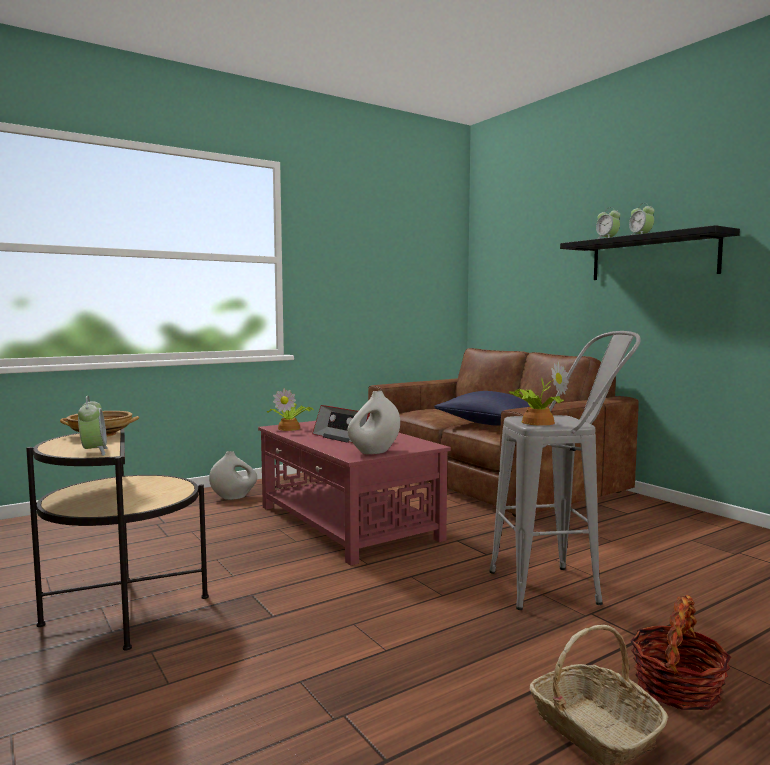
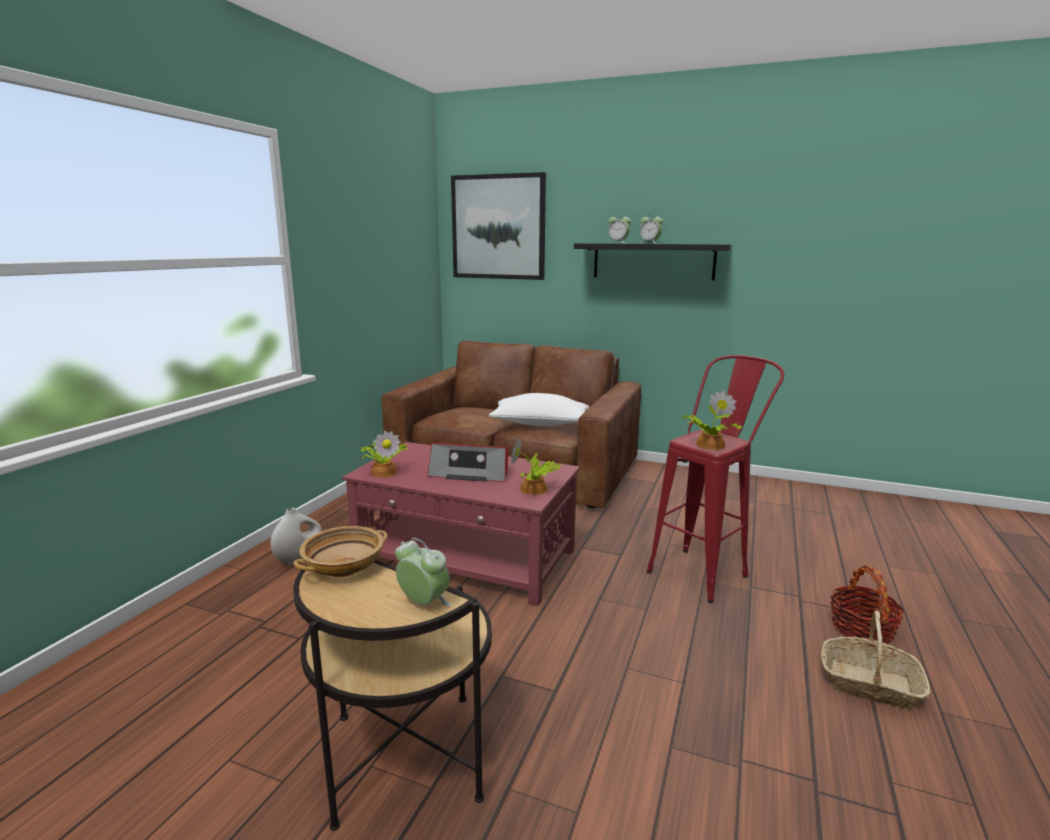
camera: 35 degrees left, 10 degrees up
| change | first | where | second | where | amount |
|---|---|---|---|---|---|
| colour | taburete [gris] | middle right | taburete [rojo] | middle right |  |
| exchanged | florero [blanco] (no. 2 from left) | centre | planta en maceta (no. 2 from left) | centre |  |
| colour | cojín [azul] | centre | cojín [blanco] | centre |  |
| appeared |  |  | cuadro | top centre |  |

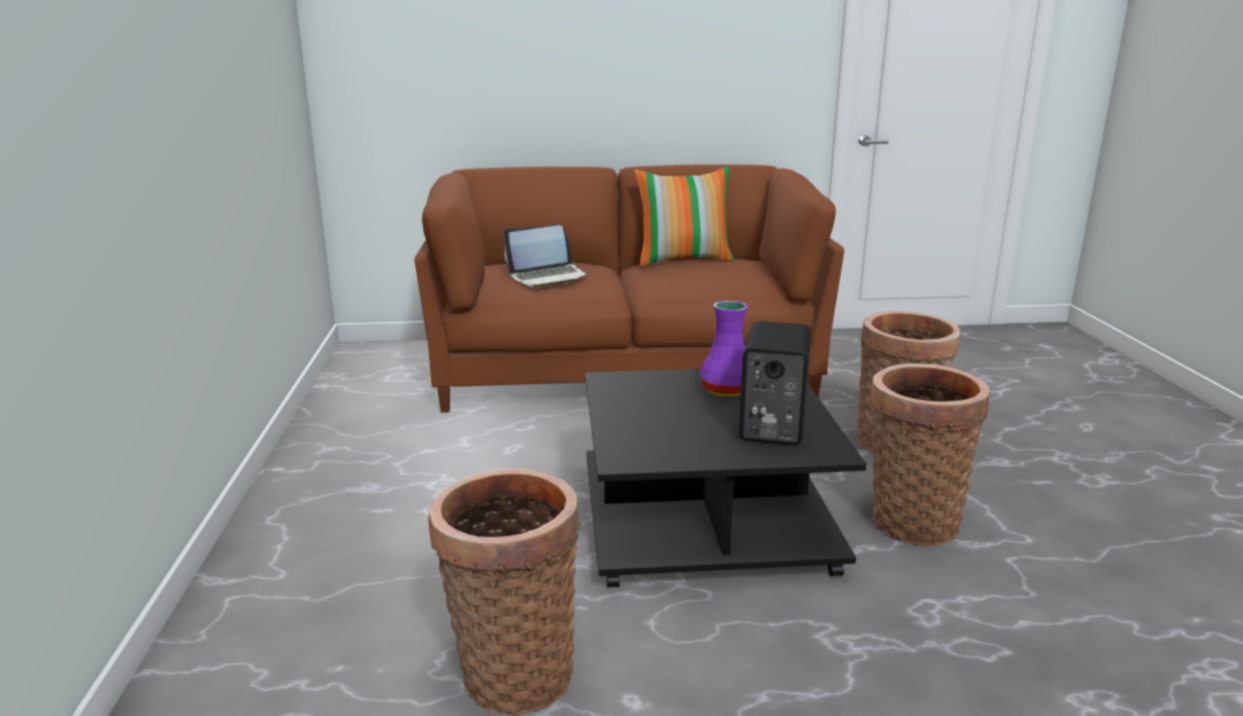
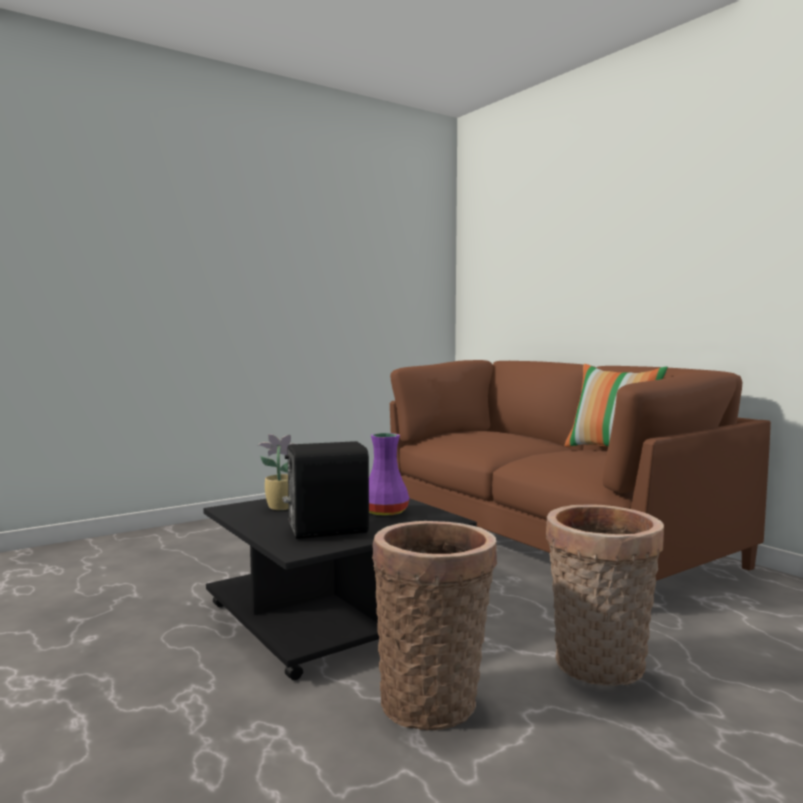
camera: 60 degrees right, 15 degrees down
| change | first | where | second | where | amount |
|---|---|---|---|---|---|
| missing | portátil | centre |  |  |  |
| missing | cesta (no. 1 from left) | bottom centre |  |  |  |
| appeared |  |  | planta en maceta | centre |  |

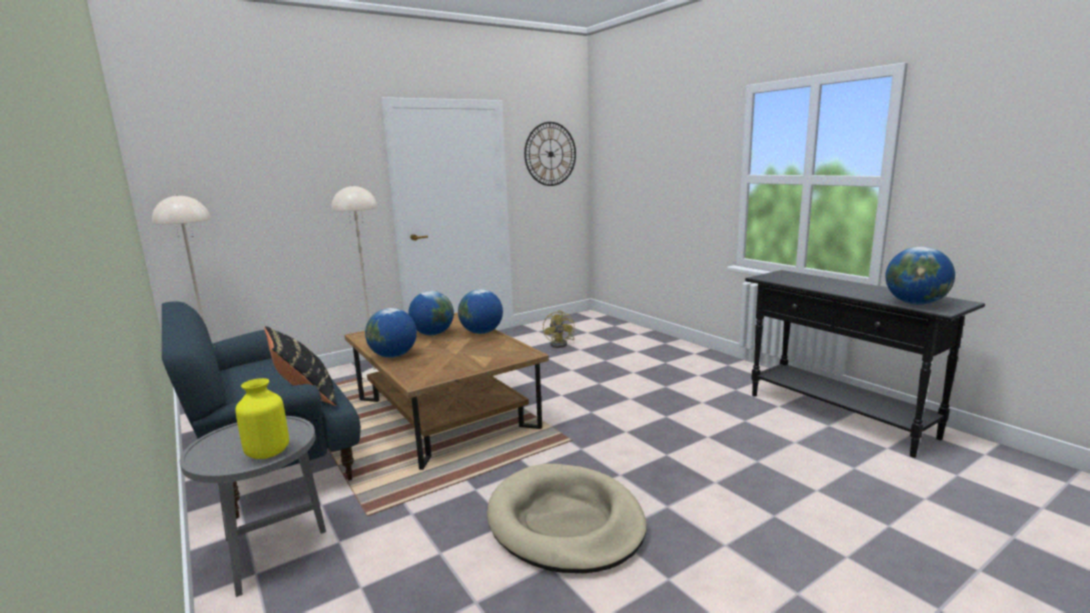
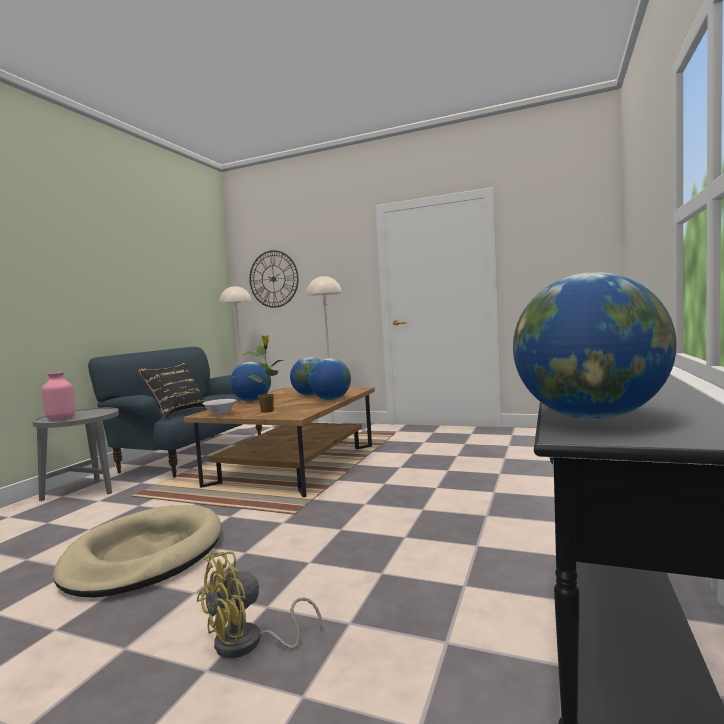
camera: 55 degrees right, 10 degrees down
| change | first | where | second | where | amount |
|---|---|---|---|---|---|
| relocated | reloj de pared | top centre |  | centre |  |
| relocated | ventilador [amarillo] | centre |  | bottom centre |  |
| colour | florero [amarillo] | bottom left | florero [rosa] | middle left |  |
| appeared |  |  | planta en maceta | centre |  |
| appeared |  |  | cuenco [blanco] | middle left |  |

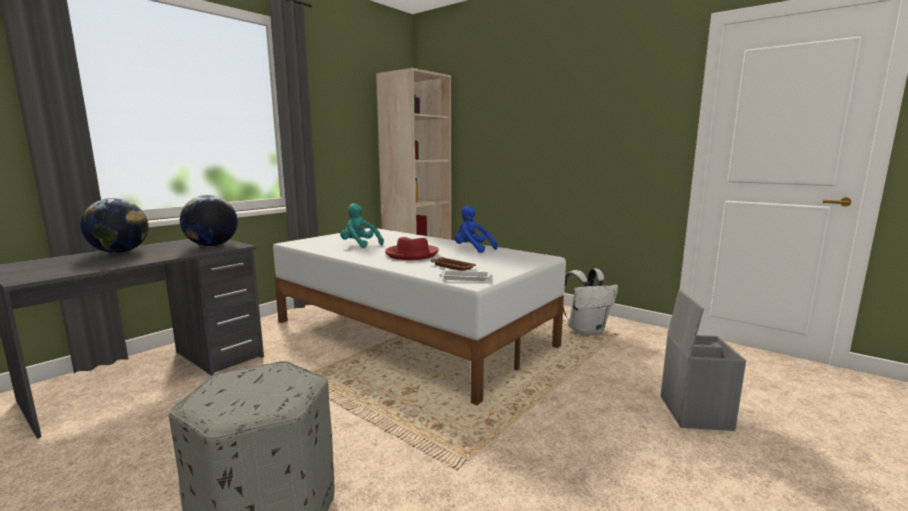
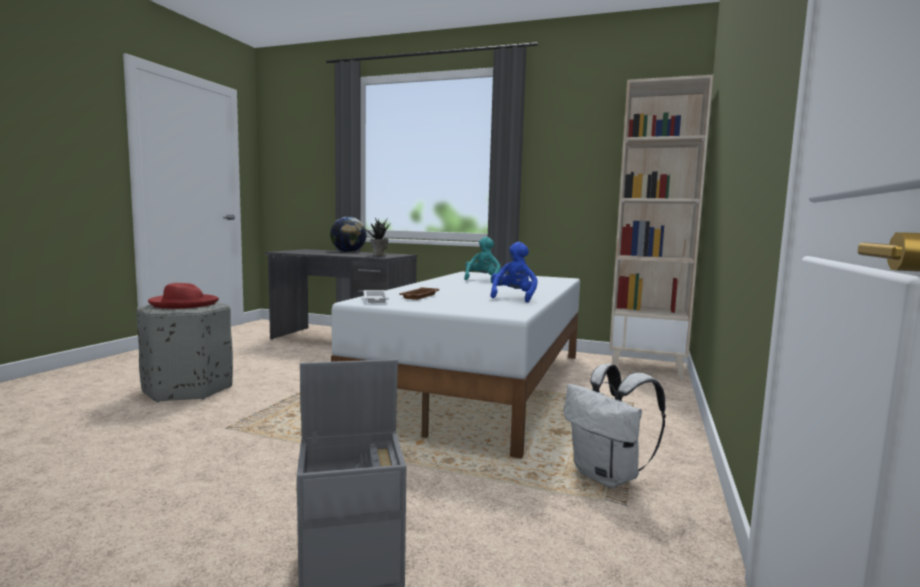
camera: 70 degrees right, 5 degrees down
| change | first | where | second | where | amount |
|---|---|---|---|---|---|
| exchanged | globo terráqueo (no. 2 from left) | middle left | planta en maceta | centre |  |
| relocated | sombrero [rojo] | centre |  | middle left |  |

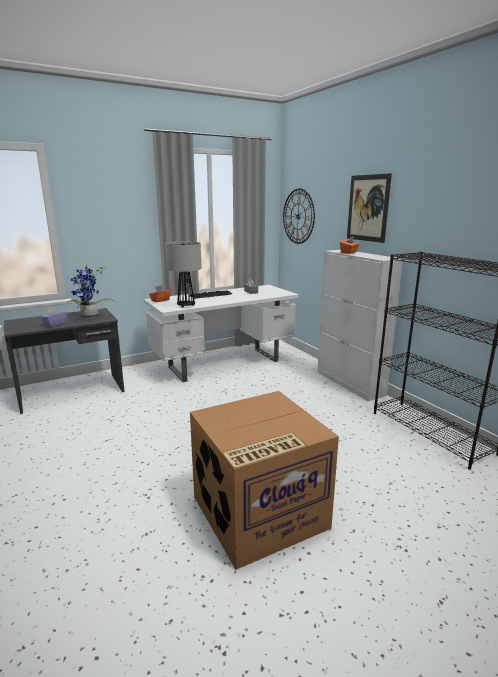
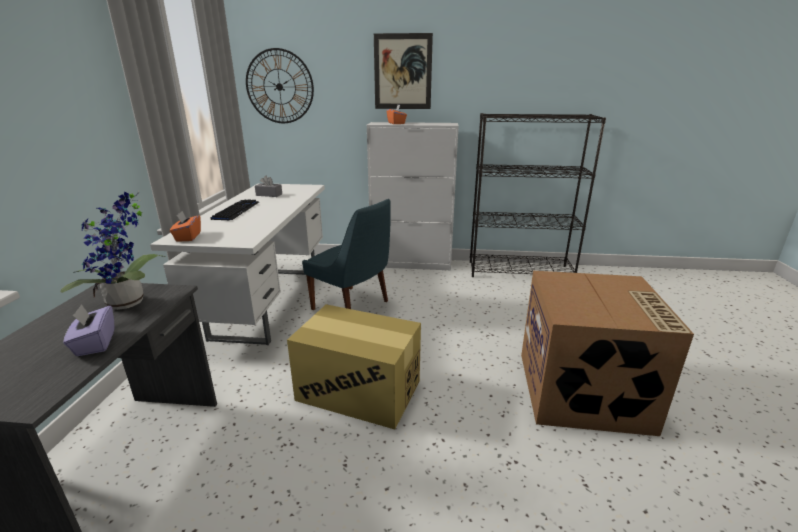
camera: 55 degrees left, 5 degrees up
| change | first | where | second | where | amount |
|---|---|---|---|---|---|
| missing | lámpara de mesa | centre |  |  |  |
| appeared |  |  | silla [azul] | centre |  |
| appeared |  |  | caja de cartón (no. 1 from left) | bottom centre |  |

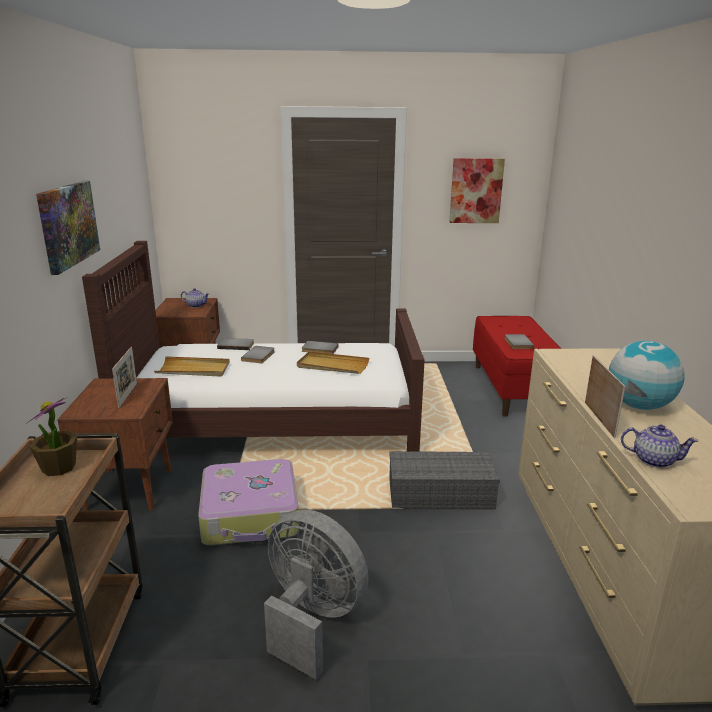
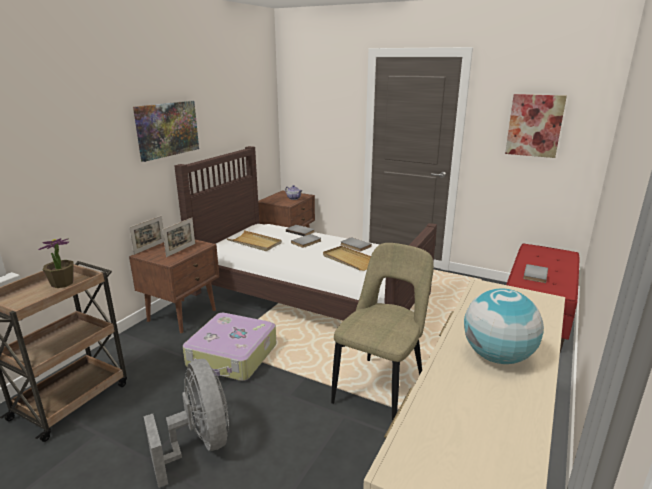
camera: 30 degrees right, 0 degrees up
| change | first | where | second | where | amount |
|---|---|---|---|---|---|
| relocated | portarretratos (no. 2 from left in the first image) | middle right | portarretratos (no. 1 from left) | middle left |  |
| missing | tetera (no. 2 from left) | middle right |  |  |  |
| exchanged | caja de almacenaje [gris] | bottom centre | silla [beis] | bottom centre |  |

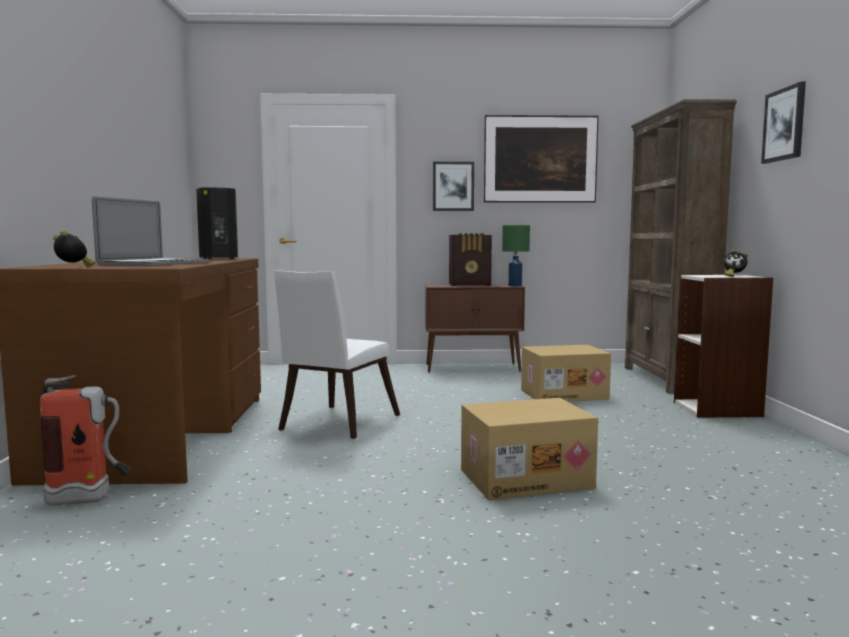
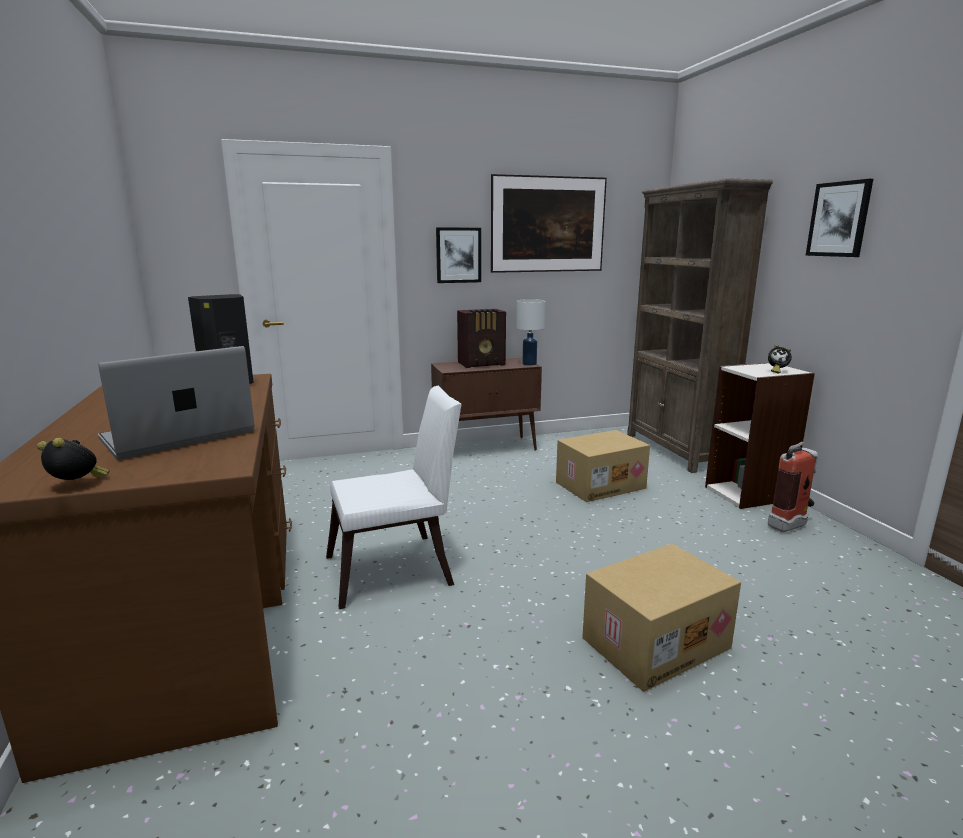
camera: 15 degrees left, 10 degrees up
| change | first | where | second | where | amount |
|---|---|---|---|---|---|
| spun | portátil | middle left |  | middle left | 135 degrees counterclockwise |
| colour | lámpara de mesa [verde] | centre | lámpara de mesa [blanco] | centre |  |
| spun | silla [blanco] | centre |  | centre | 120 degrees counterclockwise |
| relocated | extintor | bottom left |  | middle right |  |

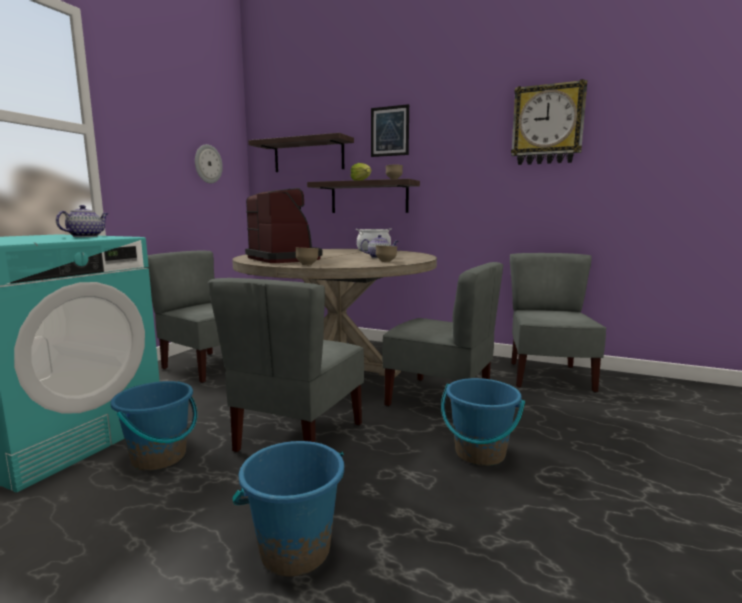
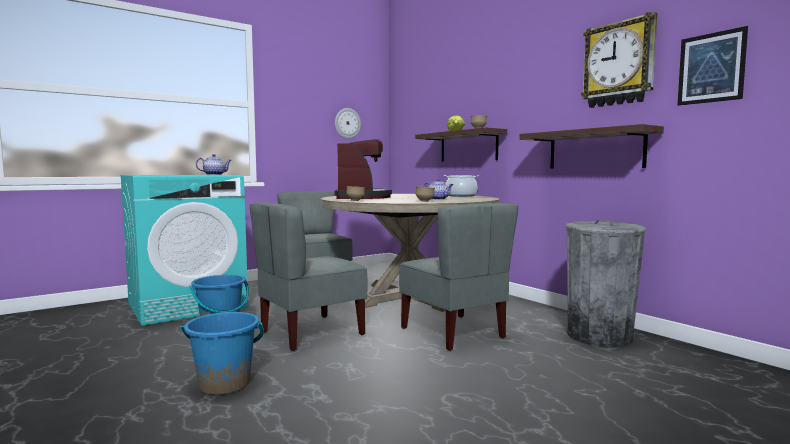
camera: 30 degrees right, 5 degrees down
| change | first | where | second | where | amount |
|---|---|---|---|---|---|
| relocated | cuadro | top centre |  | top right |  |
| relocated | estante (no. 1 from left in the first image) | top centre | estante (no. 2 from left) | top right |  |
| exchanged | silla [gris] (no. 4 from left) | middle right | papelera [gris] | middle right |  |
| missing | cubo [azul] (no. 3 from left) | bottom centre |  |  |  |

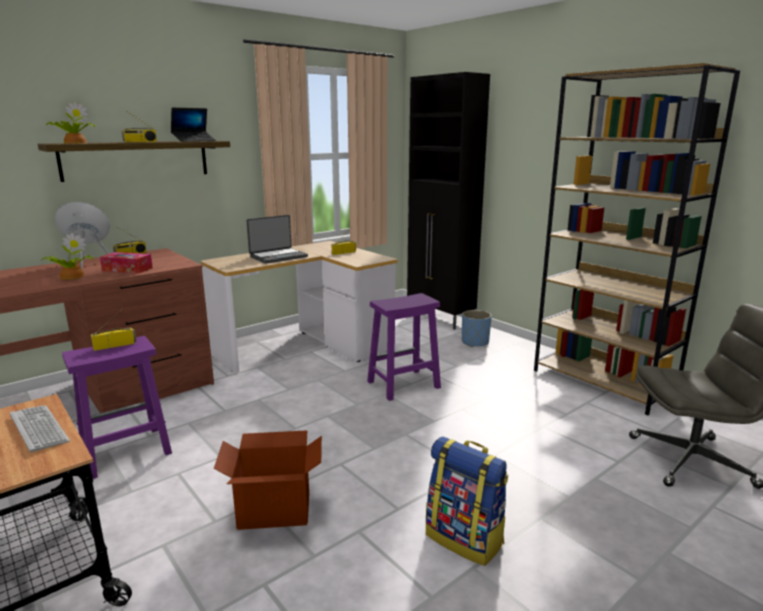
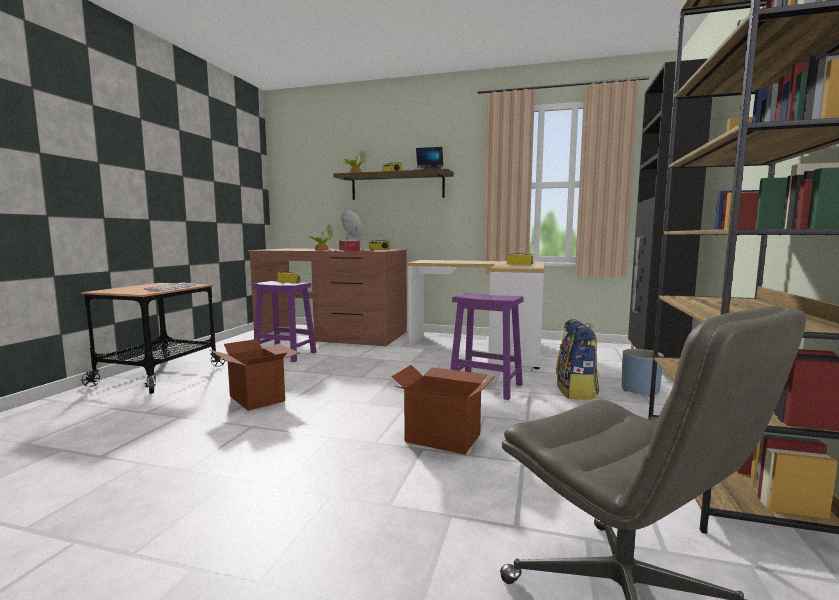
camera: 55 degrees right, 10 degrees down
| change | first | where | second | where | amount |
|---|---|---|---|---|---|
| missing | portátil (no. 2 from left) | centre |  |  |  |
| relocated | mochila | bottom centre |  | middle right |  |
| appeared |  |  | caja de cartón (no. 2 from left) | bottom centre |  |

